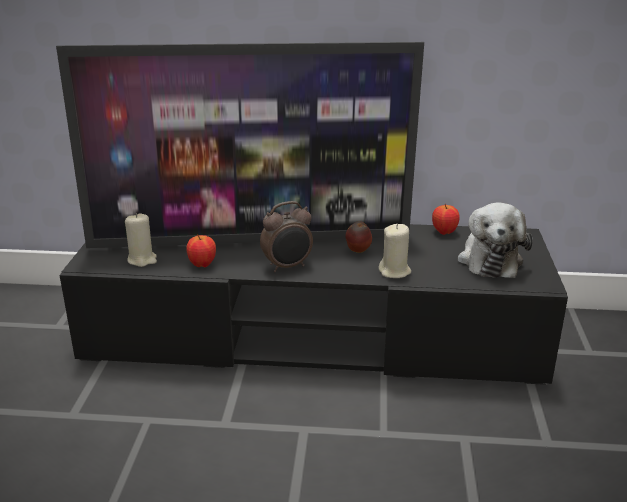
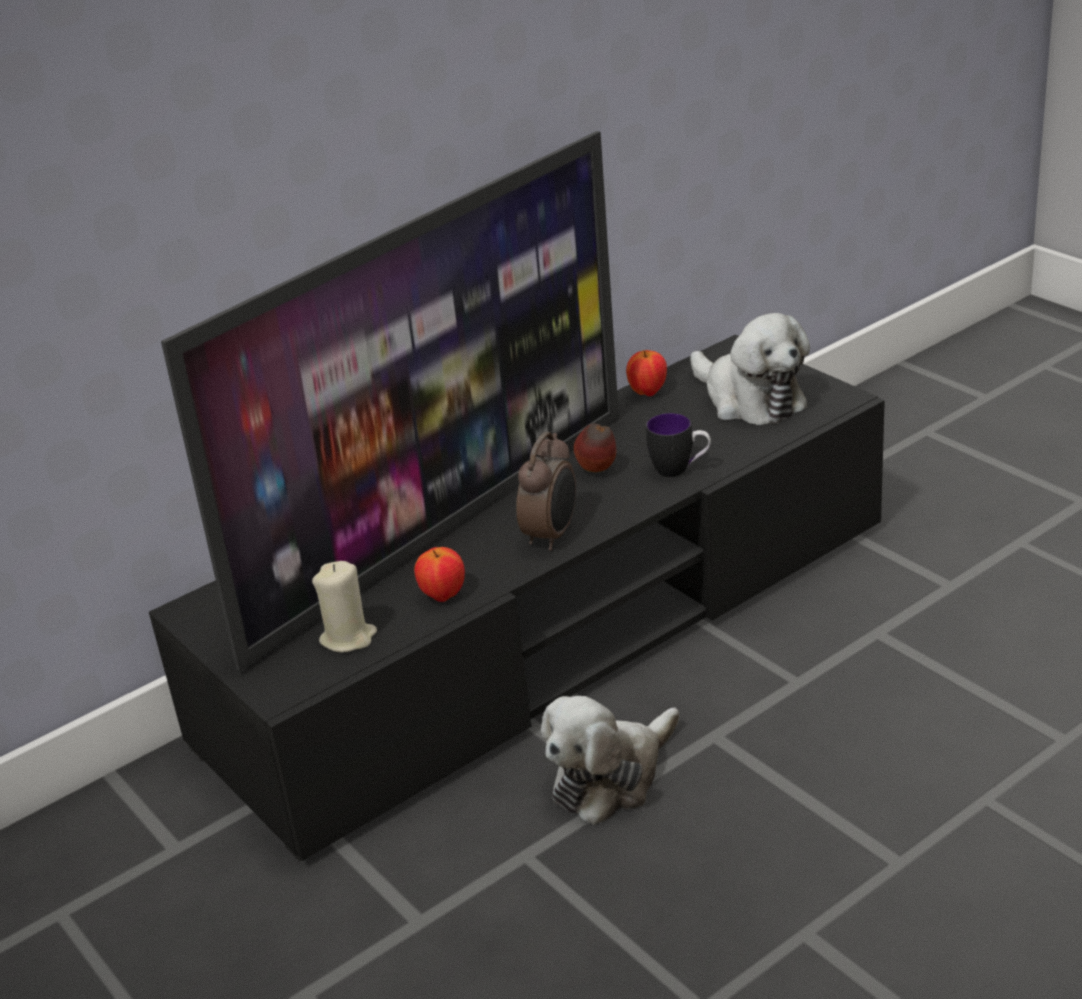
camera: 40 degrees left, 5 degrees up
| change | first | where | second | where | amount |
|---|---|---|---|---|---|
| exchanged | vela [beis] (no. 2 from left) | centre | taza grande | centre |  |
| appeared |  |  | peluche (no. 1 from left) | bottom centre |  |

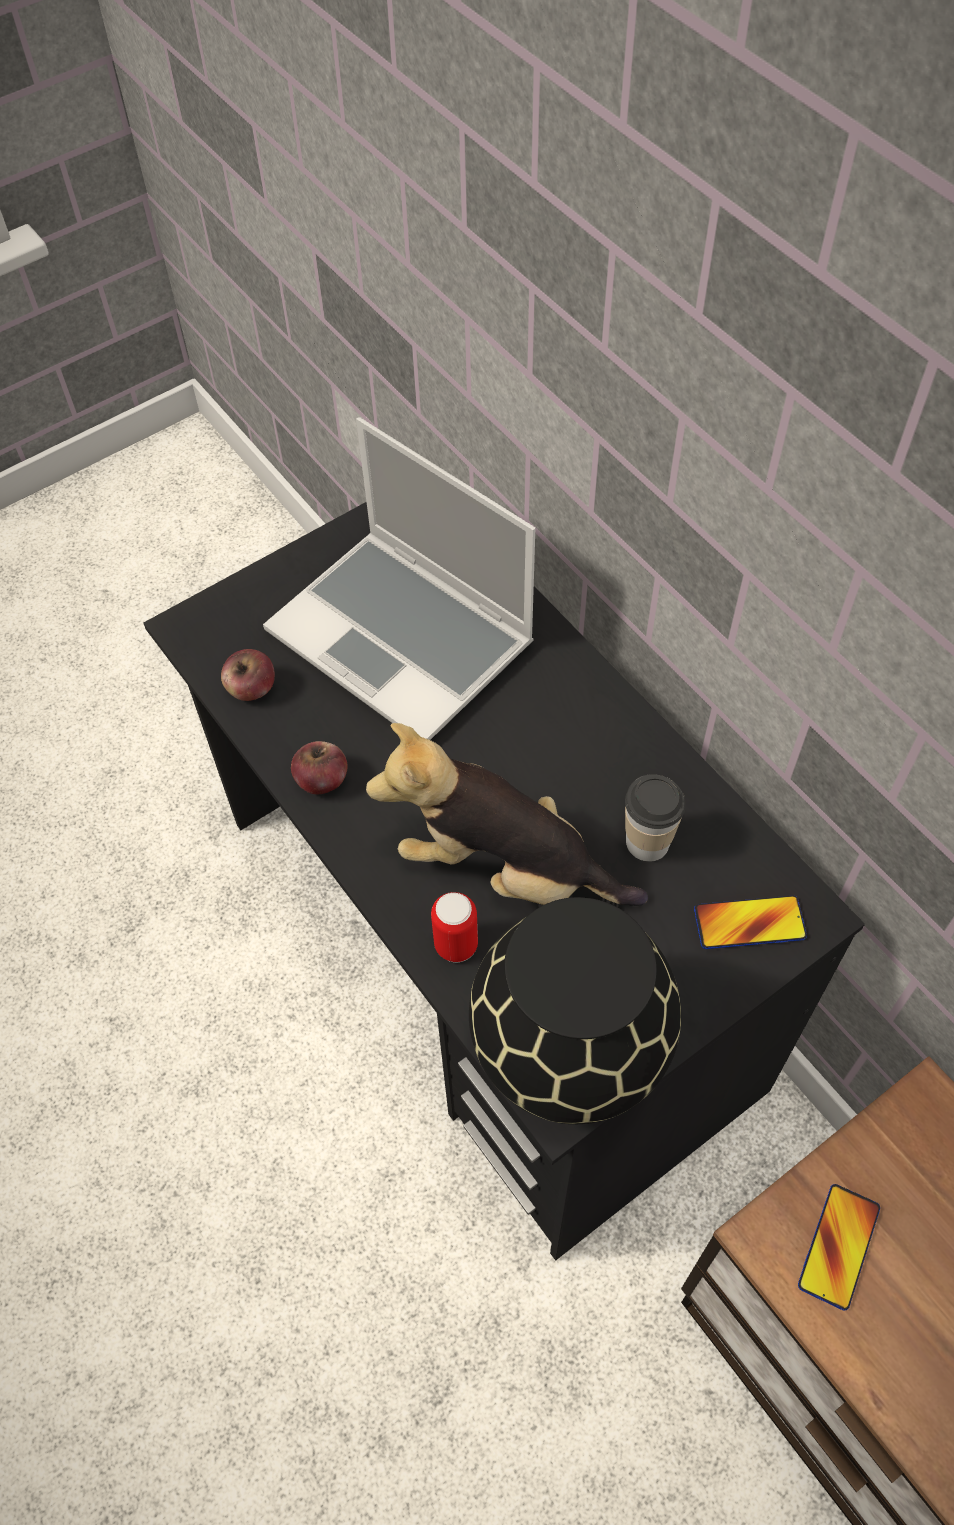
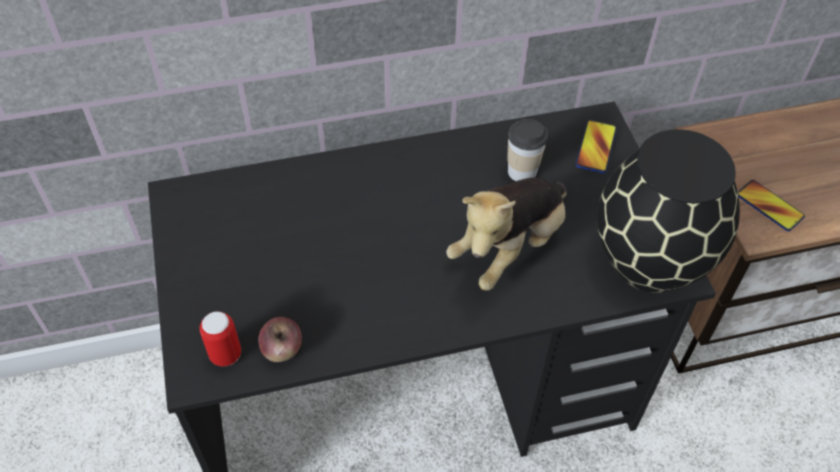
camera: 70 degrees left, 5 degrees down
| change | first | where | second | where | amount |
|---|---|---|---|---|---|
| missing | portátil | centre |  |  |  |
| missing | manzana (no. 2 from left) | centre |  |  |  |
| relocated | lata | centre |  | bottom left |  |

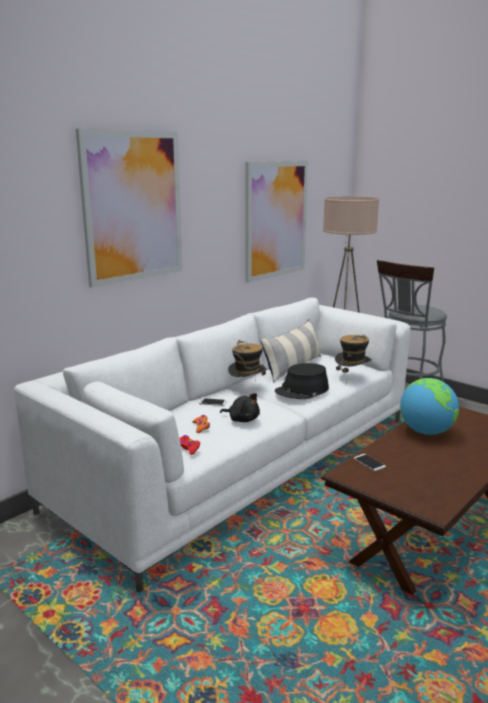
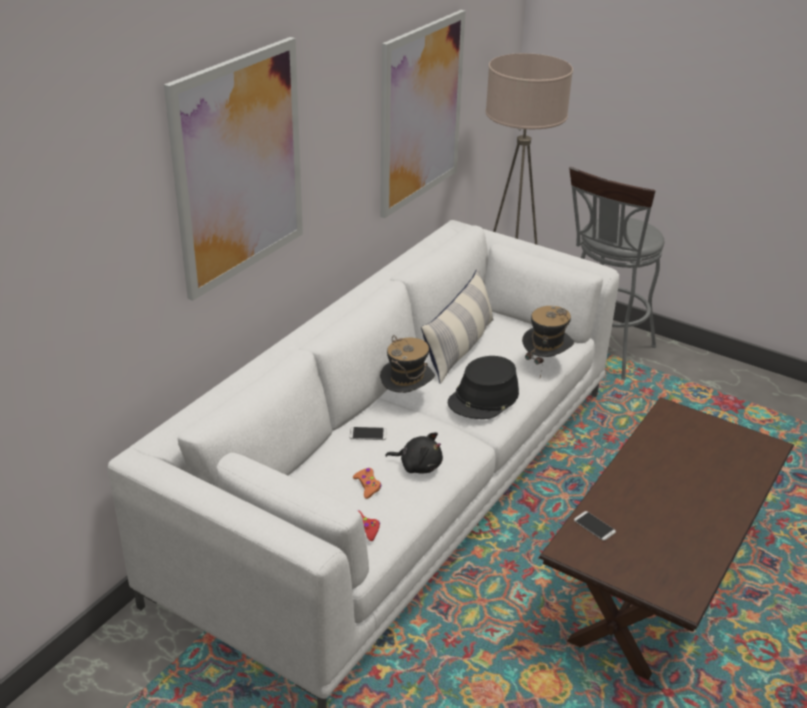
camera: 10 degrees left, 15 degrees up
| change | first | where | second | where | amount |
|---|---|---|---|---|---|
| missing | globo terráqueo | middle right |  |  |  |

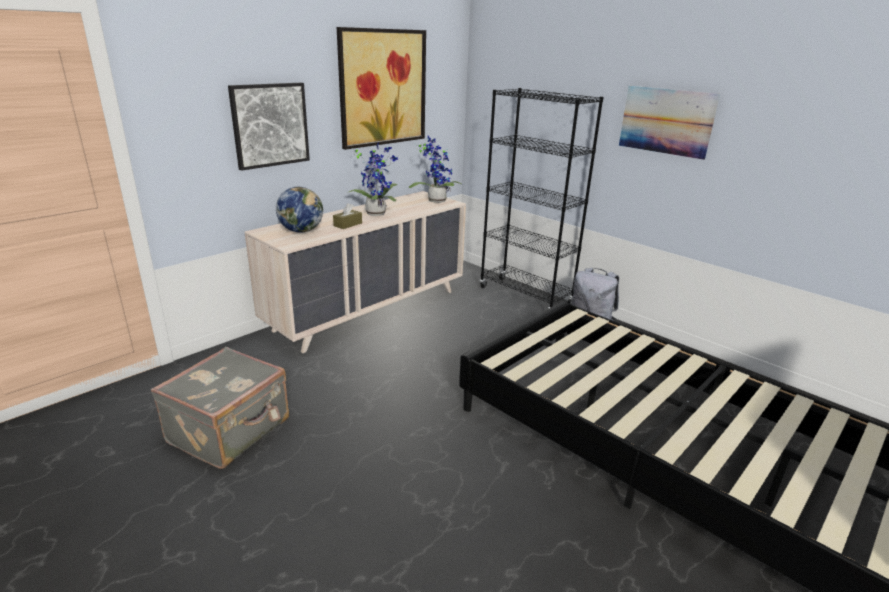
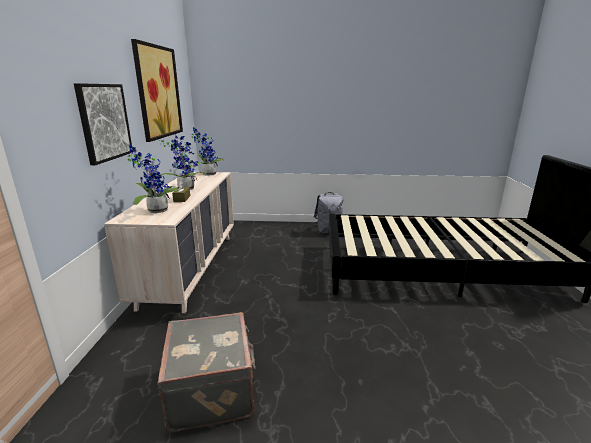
camera: 40 degrees left, 5 degrees down
| change | first | where | second | where | amount |
|---|---|---|---|---|---|
| missing | cuadro (no. 3 from left) | top right |  |  |  |
| missing | estantería [negro] | centre |  |  |  |
| exchanged | globo terráqueo | centre | planta en maceta (no. 1 from left) | middle left |  |

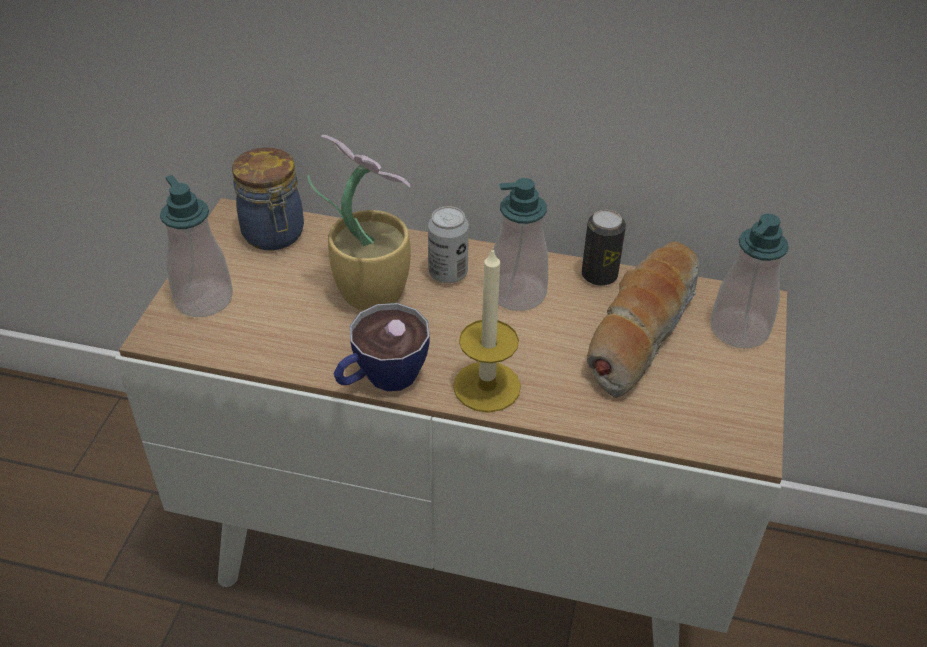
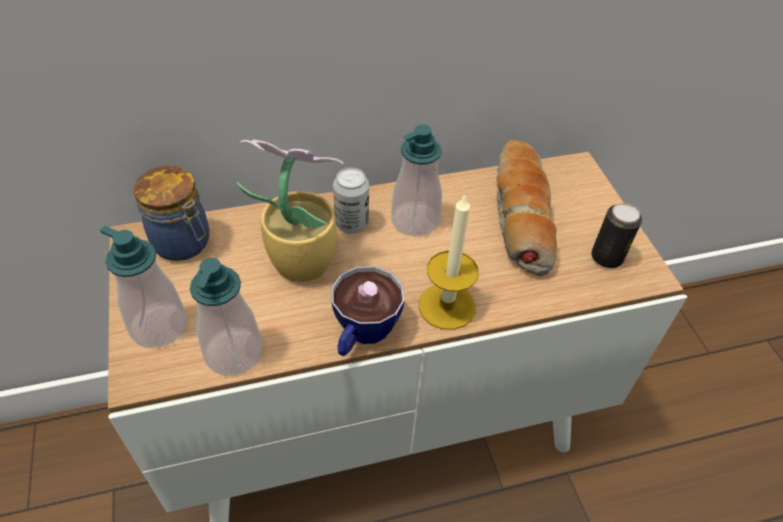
camera: 30 degrees left, 5 degrees up
| change | first | where | second | where | amount |
|---|---|---|---|---|---|
| relocated | lata (no. 2 from left) | centre |  | middle right |  |
| relocated | dispensador de jabón (no. 3 from left in the first image) | middle right | dispensador de jabón (no. 2 from left) | middle left |  |

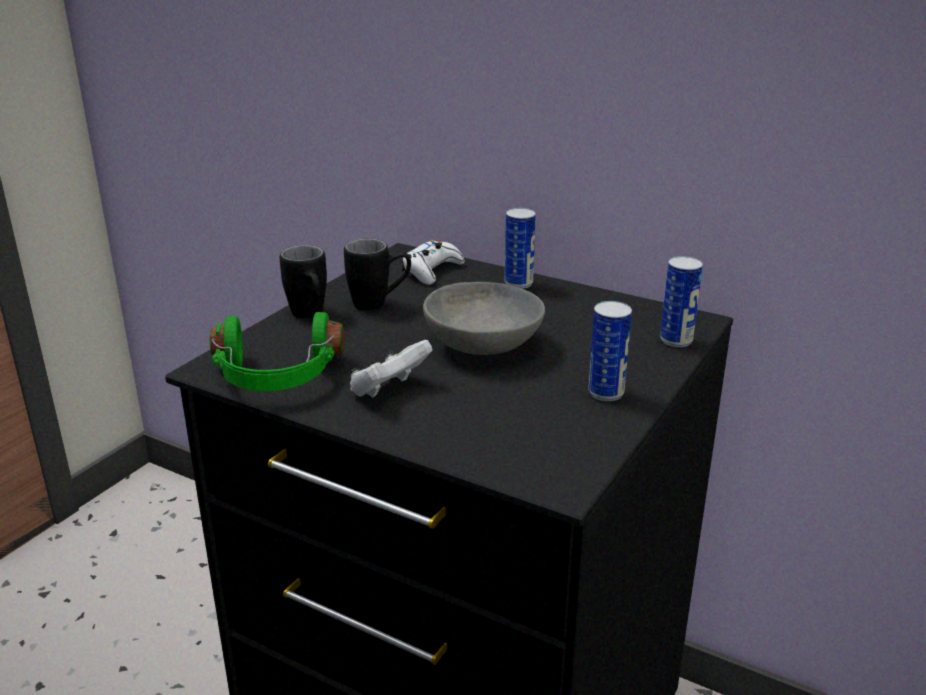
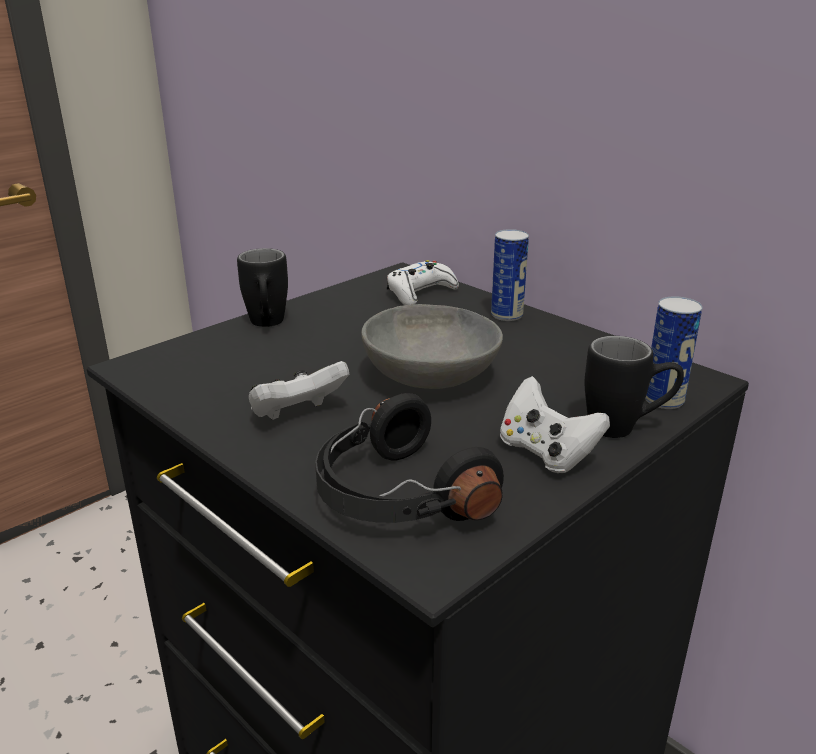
camera: 15 degrees right, 0 degrees up
| change | first | where | second | where | amount |
|---|---|---|---|---|---|
| relocated | taza grande [negro] (no. 2 from left) | centre |  | middle right |  |
| exchanged | lata (no. 2 from left) | centre | mando de consola [blanco] (no. 3 from left) | middle right |  |
| missing | auriculares [verde] | middle left |  |  |  |
| appeared |  |  | auriculares [negro] | centre |  |

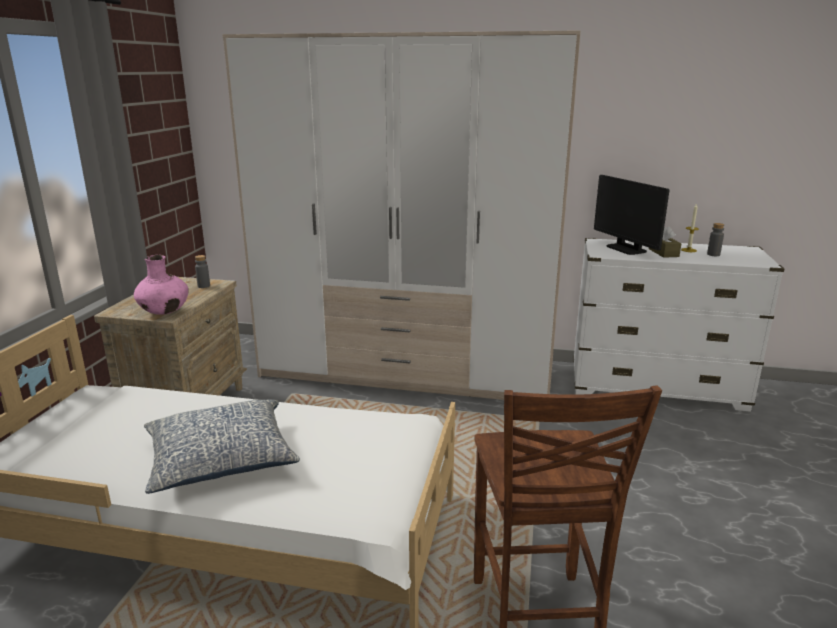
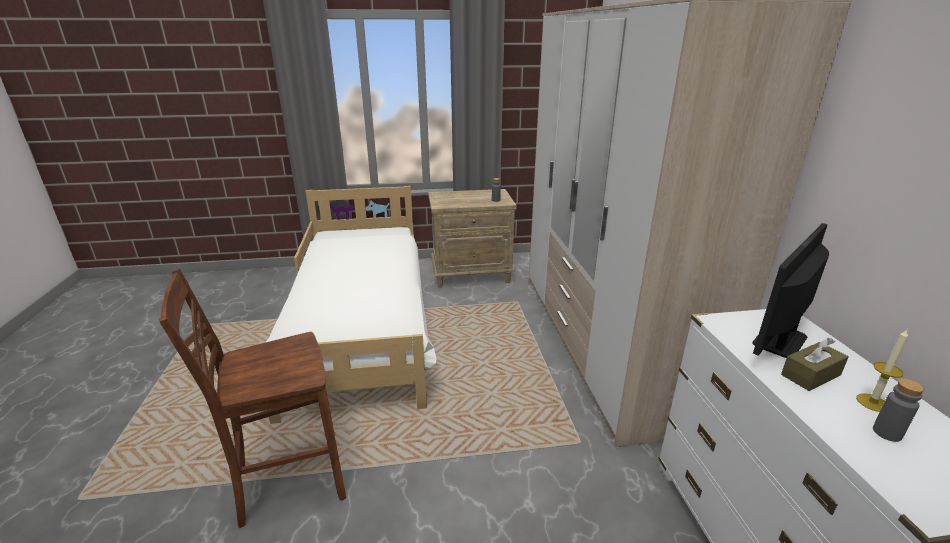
camera: 70 degrees right, 5 degrees up
| change | first | where | second | where | amount |
|---|---|---|---|---|---|
| missing | florero [rosa] | middle left |  |  |  |
| missing | cojín | bottom left |  |  |  |

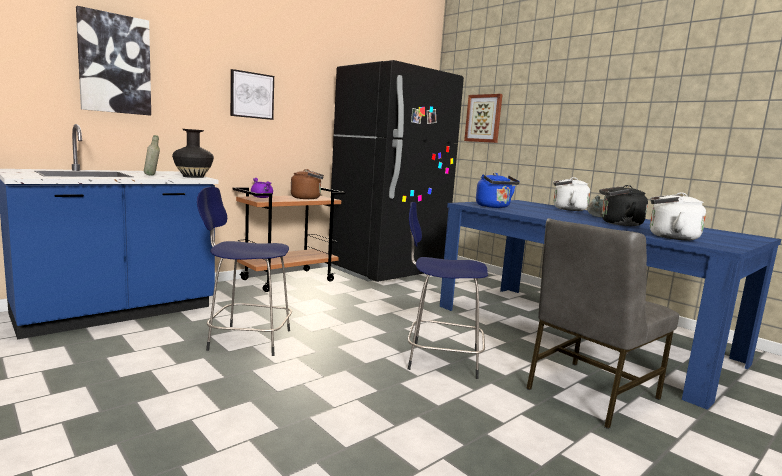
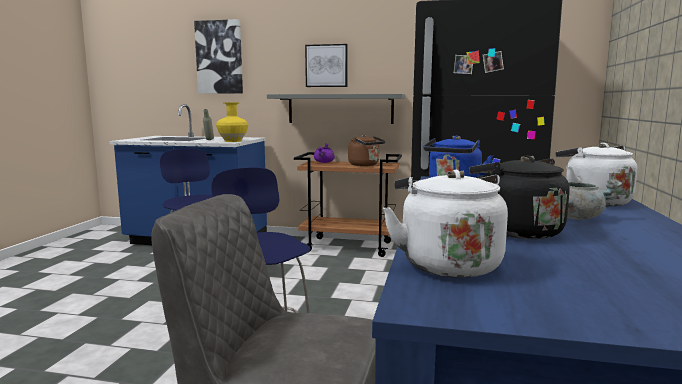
camera: 55 degrees right, 0 degrees up
| change | first | where | second | where | amount |
|---|---|---|---|---|---|
| missing | cuadro (no. 3 from left) | top centre |  |  |  |
| colour | florero [negro] | top left | florero [amarillo] | top centre |  |
| appeared |  |  | estante [gris] | top centre |  |

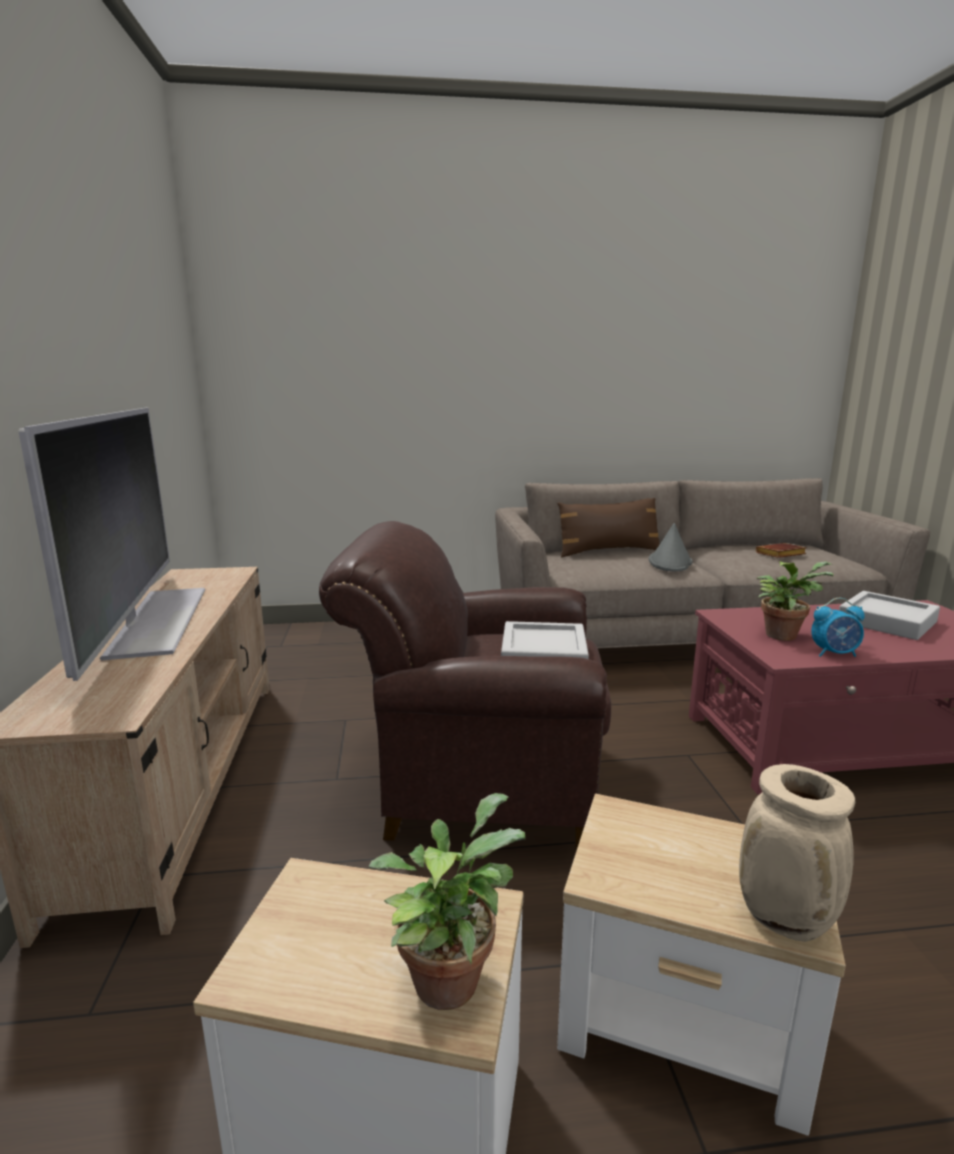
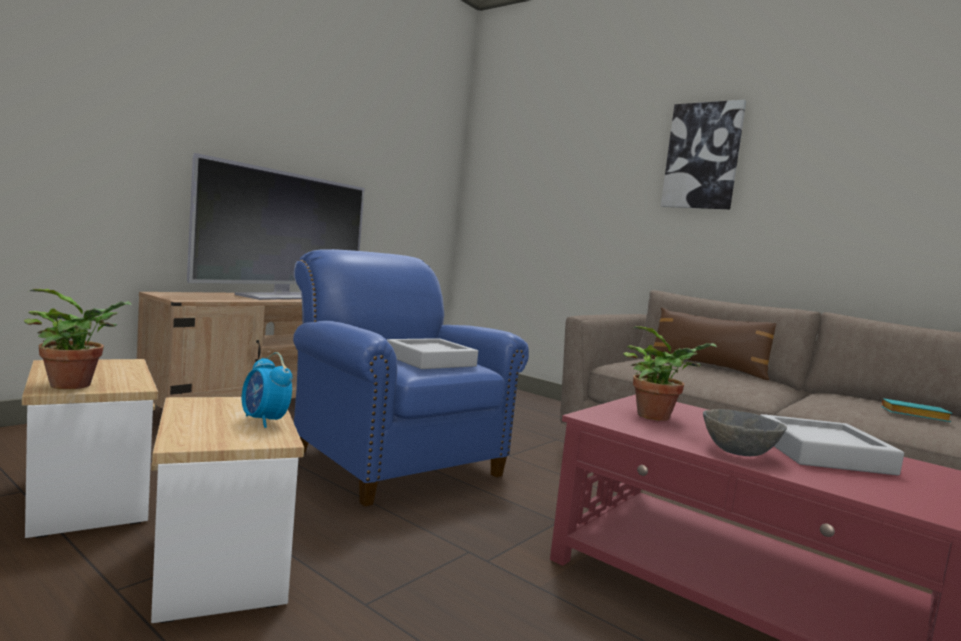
camera: 45 degrees right, 10 degrees down
| change | first | where | second | where | amount |
|---|---|---|---|---|---|
| colour | sillón [marrón] | centre | sillón [azul] | centre |  |
| missing | sombrero [gris] | middle right |  |  |  |
| colour | libro [marrón] | middle right | libro [turquesa] | middle right |  |
| relocated | despertador | middle right |  | middle left |  |
| missing | florero [beis] | bottom right |  |  |  |
| appeared |  |  | cuadro | top right |  |
| appeared |  |  | cuenco [gris] | bottom right |  |

